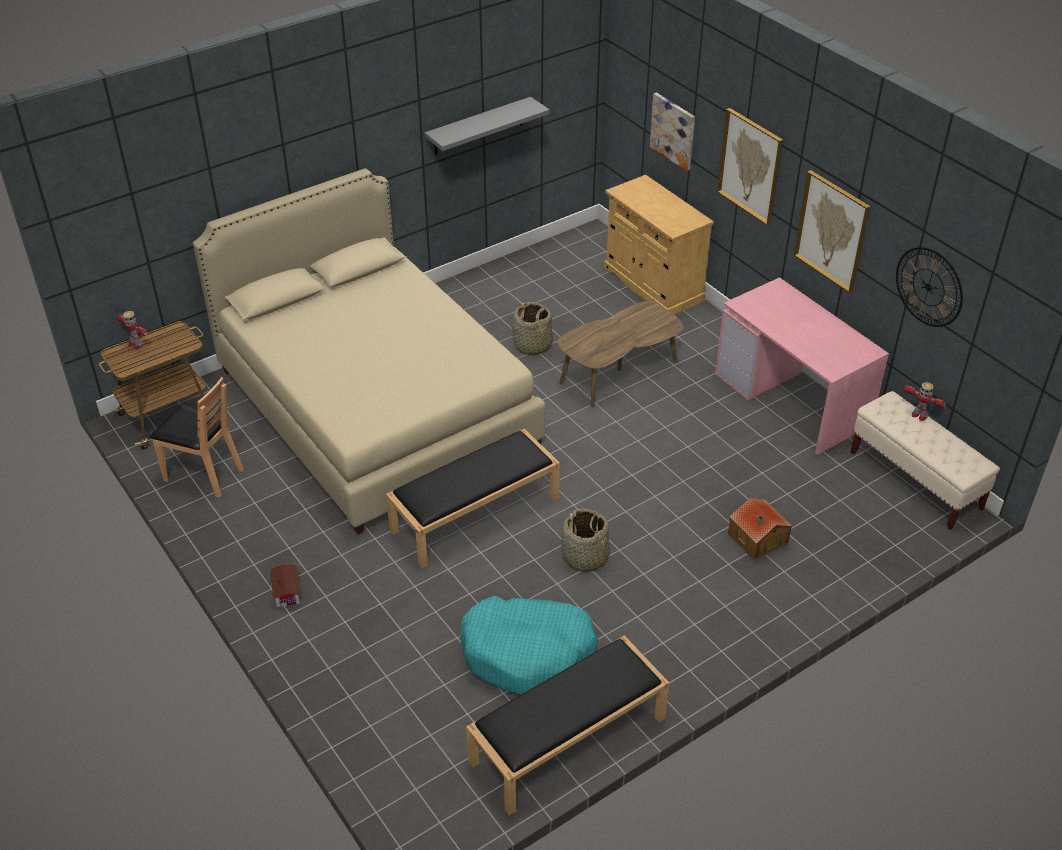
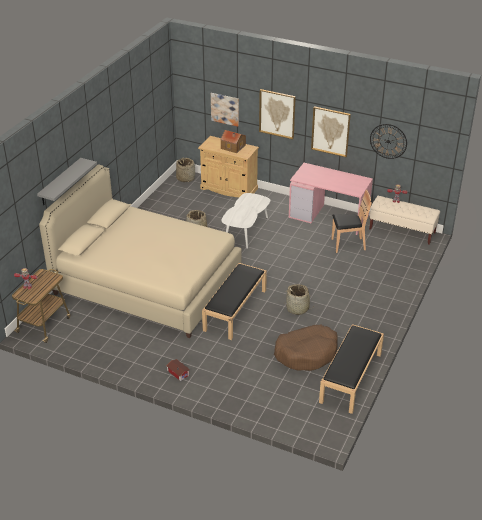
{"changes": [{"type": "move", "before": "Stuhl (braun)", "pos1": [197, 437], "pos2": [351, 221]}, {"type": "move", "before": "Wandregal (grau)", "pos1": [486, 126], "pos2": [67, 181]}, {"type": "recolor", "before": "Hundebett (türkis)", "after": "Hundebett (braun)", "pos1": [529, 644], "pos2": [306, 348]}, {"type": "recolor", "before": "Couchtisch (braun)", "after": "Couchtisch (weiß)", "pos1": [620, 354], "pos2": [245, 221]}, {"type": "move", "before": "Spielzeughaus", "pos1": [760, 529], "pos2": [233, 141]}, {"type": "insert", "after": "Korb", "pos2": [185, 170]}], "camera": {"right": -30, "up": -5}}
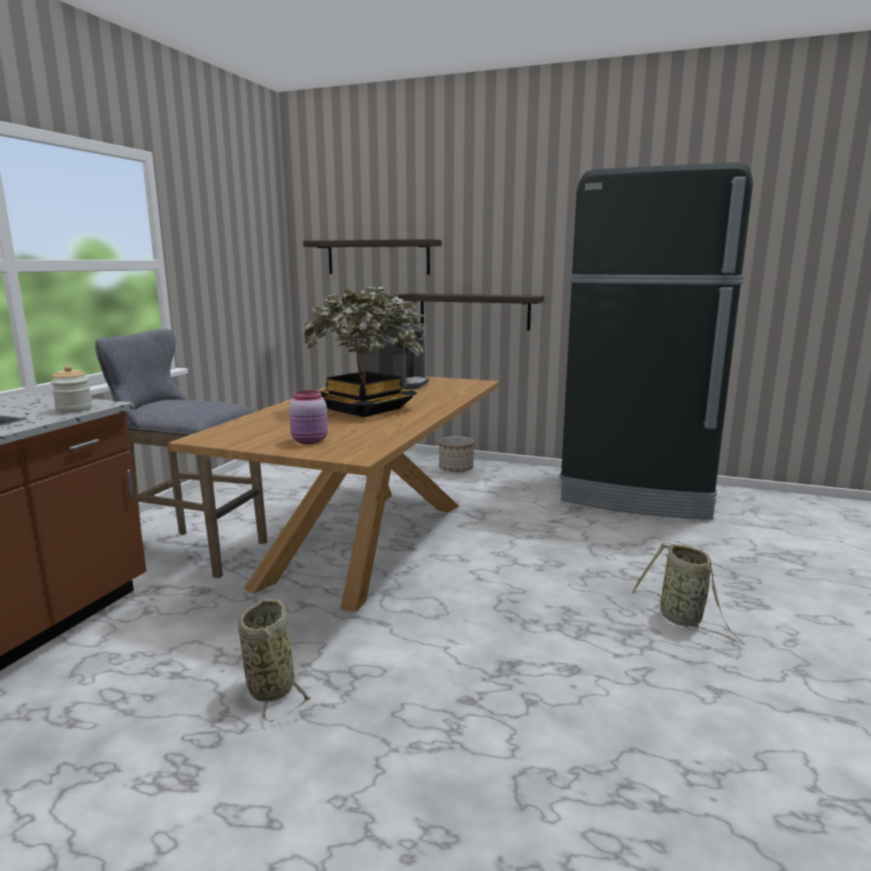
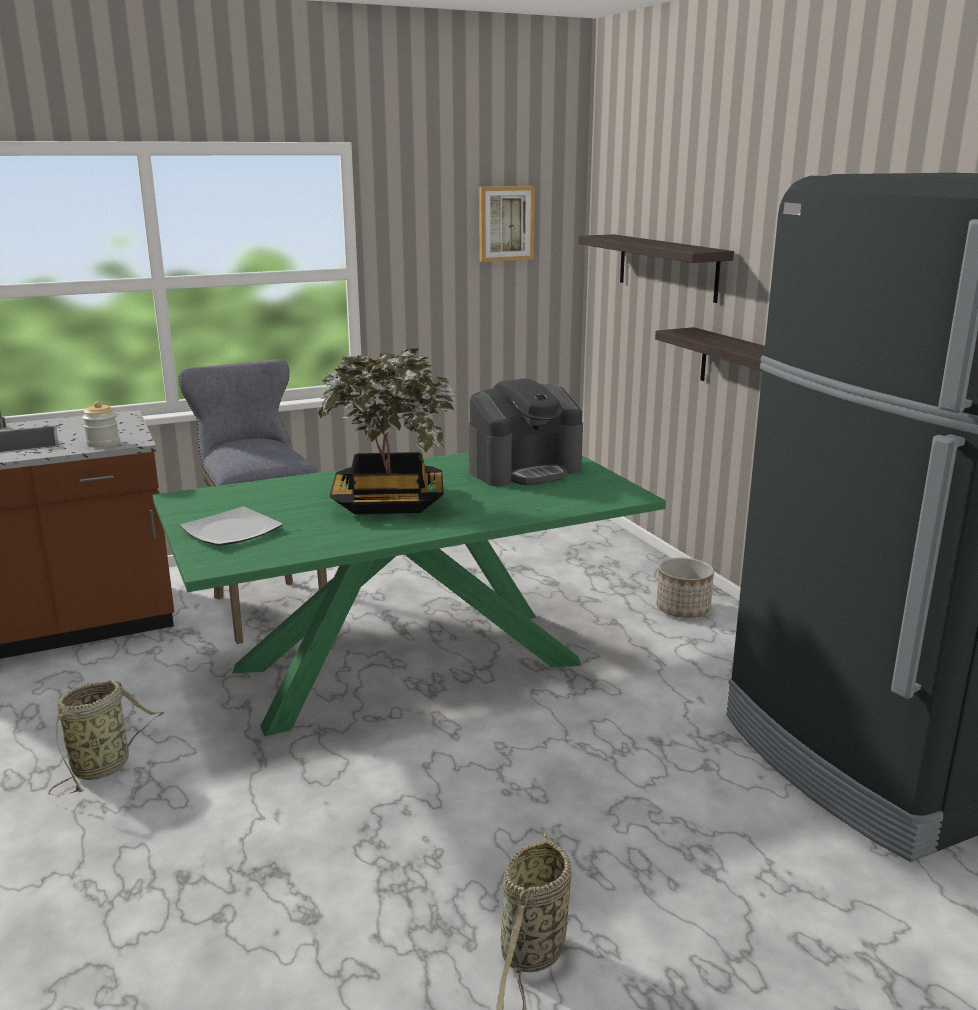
{"changes": [{"type": "recolor", "before": "Esstisch (braun)", "after": "Esstisch (grün)", "pos1": [333, 494], "pos2": [409, 594]}, {"type": "replace", "before": "Vorratsglas (rosa)", "after": "Teller", "pos1": [308, 417], "pos2": [231, 526]}, {"type": "insert", "after": "Bild", "pos2": [507, 224]}], "camera": {"right": 45, "up": 5}}
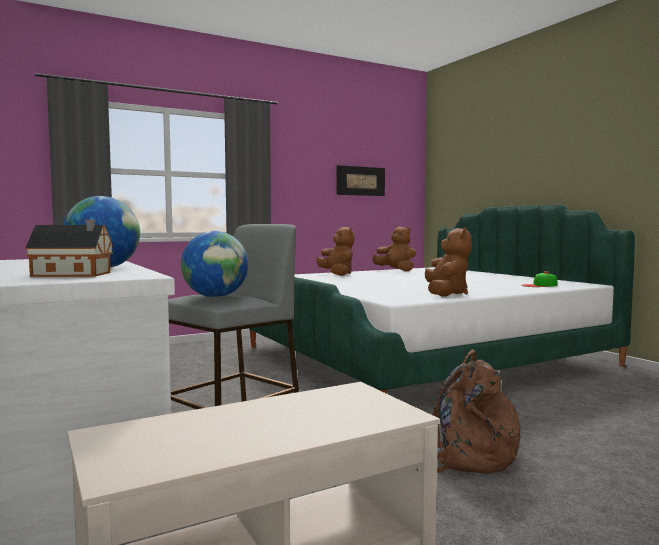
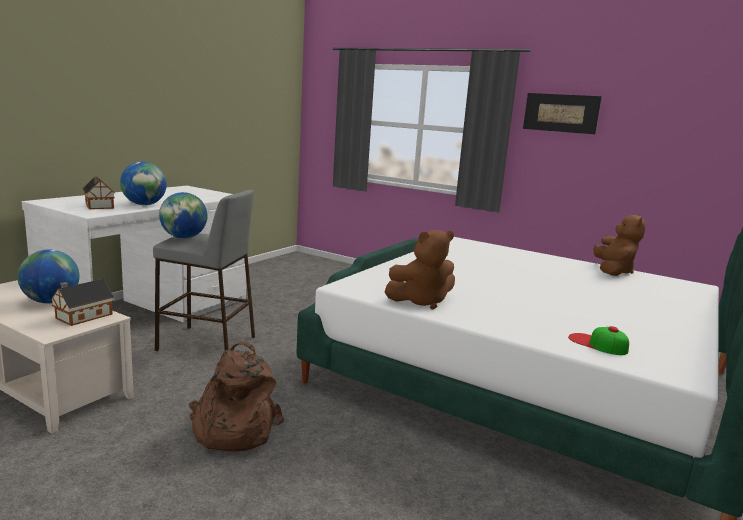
{"changes": [{"type": "delete", "before": "Plüschtier (braun)", "pos1": [335, 251]}, {"type": "move", "before": "Bild", "pos1": [360, 180], "pos2": [562, 113]}, {"type": "insert", "after": "Globus", "pos2": [49, 276]}, {"type": "insert", "after": "Spielzeughaus", "pos2": [82, 302]}], "camera": {"right": 60, "up": 10}}
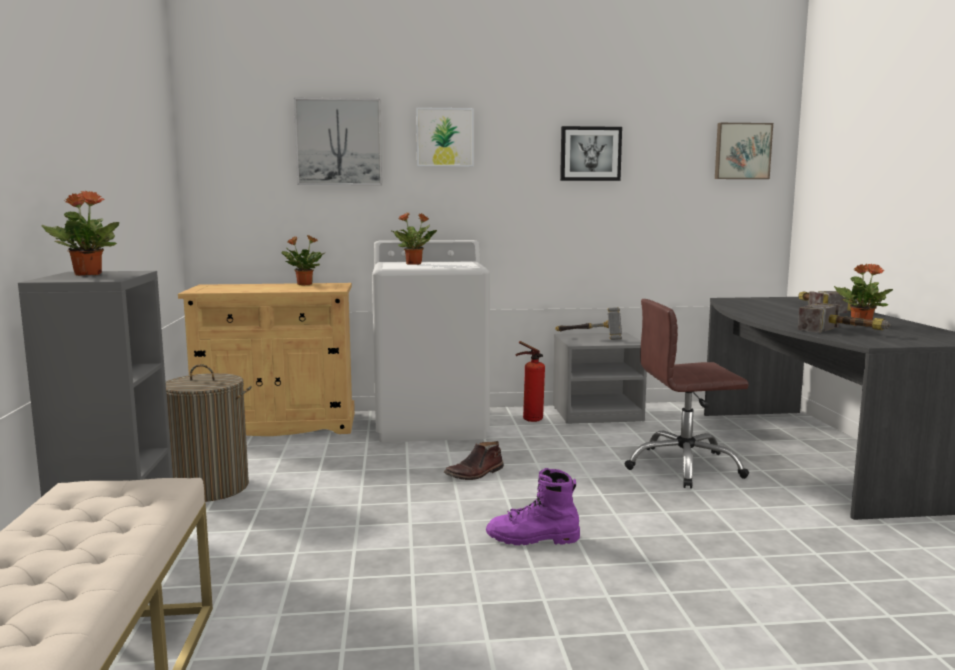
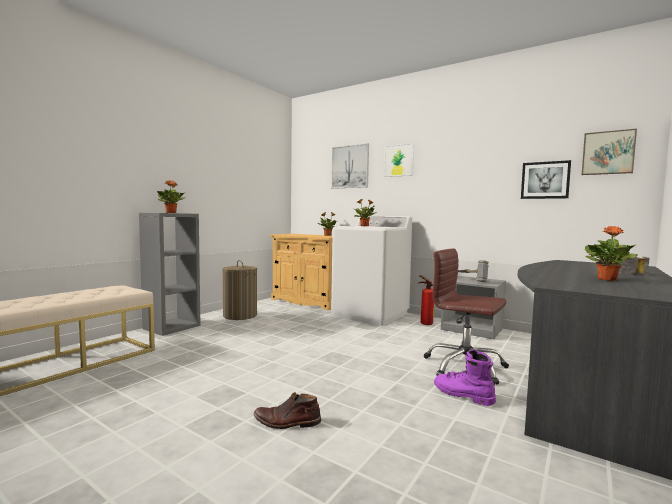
{"changes": [{"type": "move", "before": "Stiefel (braun)", "pos1": [474, 460], "pos2": [287, 410]}, {"type": "move", "before": "Stiefel (lila)", "pos1": [533, 506], "pos2": [465, 377]}, {"type": "move", "before": "Bild", "pos1": [591, 153], "pos2": [546, 179]}, {"type": "delete", "before": "Hammer", "pos1": [844, 318]}], "camera": {"right": 40, "up": -5}}
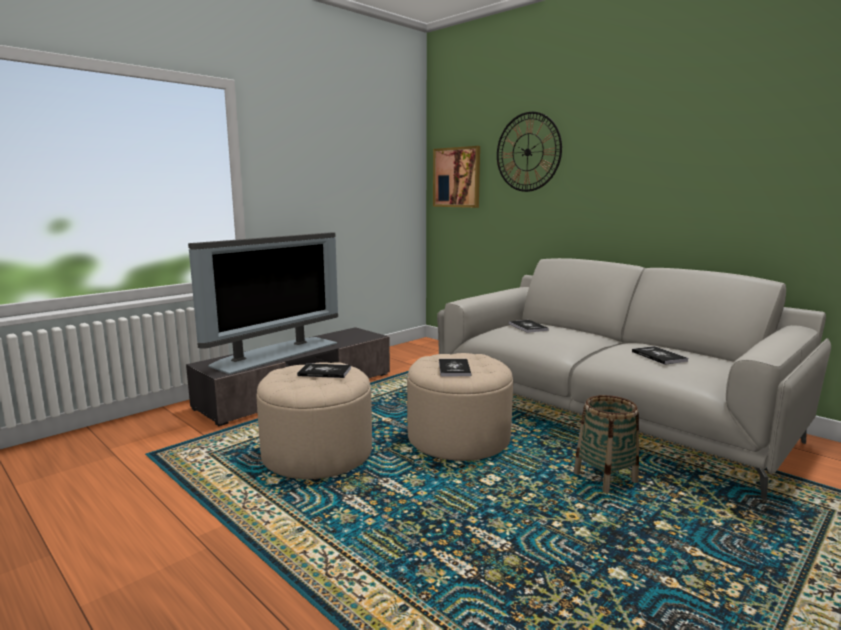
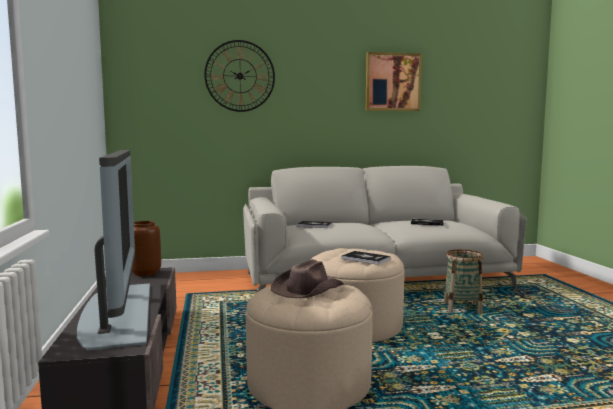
{"changes": [{"type": "replace", "before": "Buch", "after": "Hut (braun)", "pos1": [324, 370], "pos2": [307, 278]}, {"type": "move", "before": "Bild", "pos1": [456, 177], "pos2": [394, 81]}, {"type": "insert", "after": "Vase (braun)", "pos2": [146, 248]}], "camera": {"right": -55, "up": -5}}
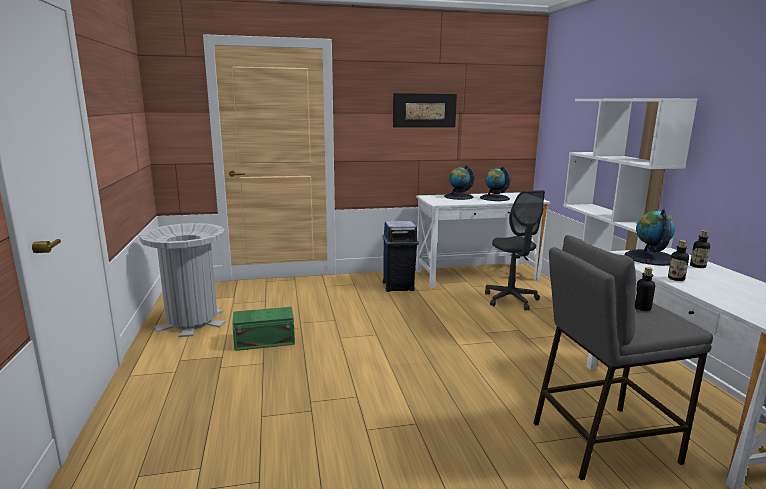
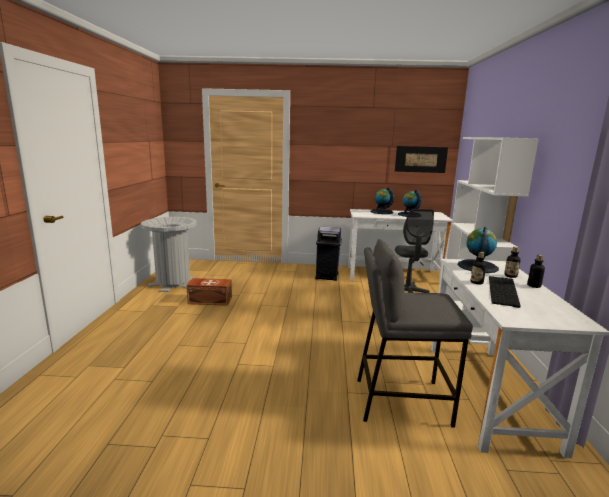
{"changes": [{"type": "recolor", "before": "Aufbewahrungsbox (grün)", "after": "Aufbewahrungsbox (braun)", "pos1": [263, 329], "pos2": [209, 292]}, {"type": "move", "before": "Bild", "pos1": [425, 110], "pos2": [421, 159]}, {"type": "move", "before": "Flasche", "pos1": [645, 289], "pos2": [536, 271]}, {"type": "insert", "after": "Tastatur", "pos2": [505, 292]}], "camera": {"right": 15, "up": 0}}
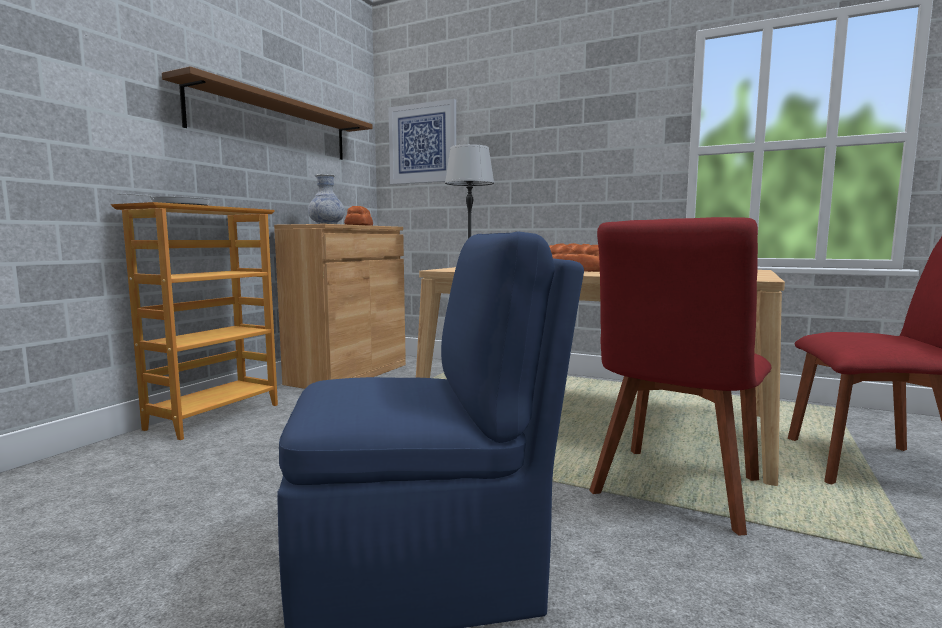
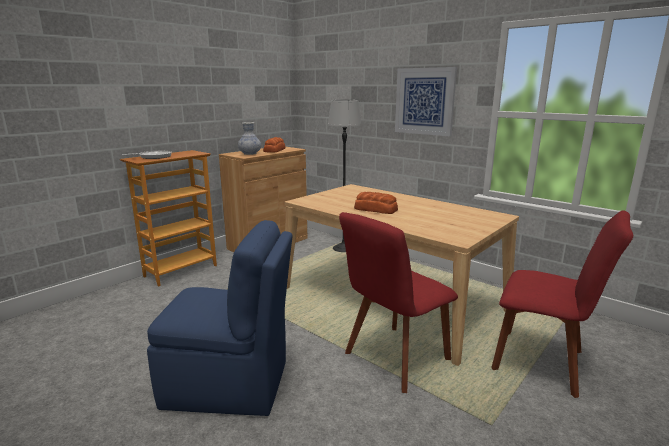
{"changes": [{"type": "delete", "before": "Wandregal (braun)", "pos1": [267, 113]}, {"type": "move", "before": "Bild", "pos1": [422, 141], "pos2": [426, 101]}], "camera": {"right": 15, "up": 10}}
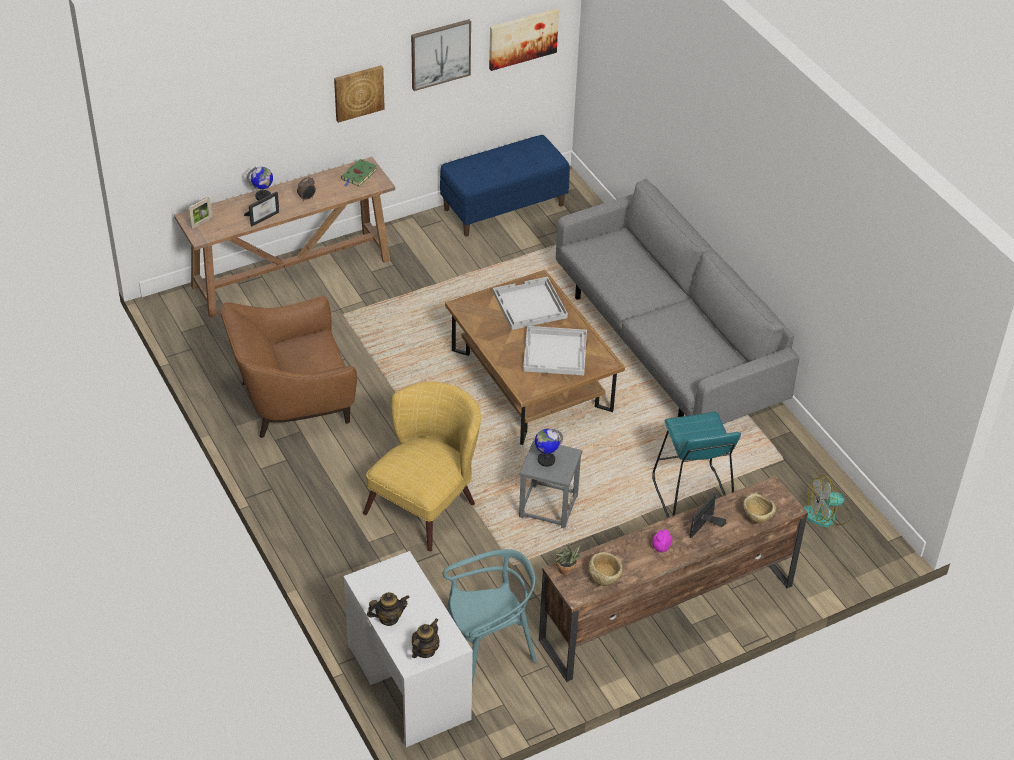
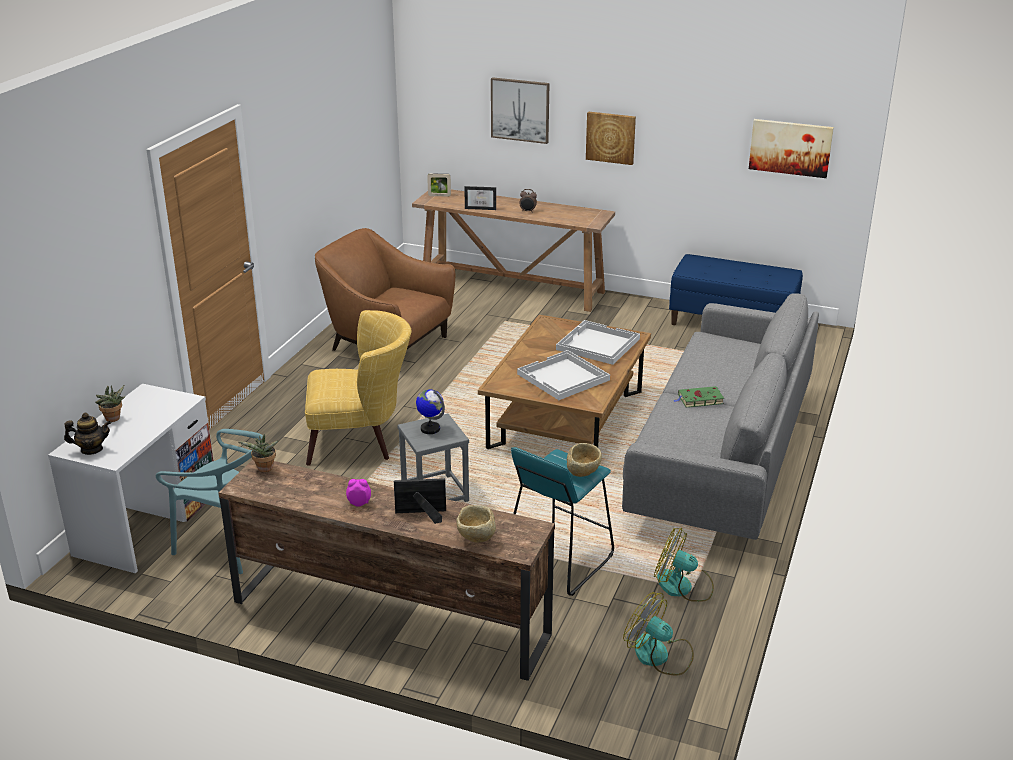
{"changes": [{"type": "delete", "before": "Globus", "pos1": [260, 184]}, {"type": "move", "before": "Buch (grün)", "pos1": [359, 172], "pos2": [698, 396]}, {"type": "replace", "before": "Teekanne", "after": "Topfpflanze", "pos1": [388, 609], "pos2": [110, 403]}, {"type": "move", "before": "Bild", "pos1": [441, 55], "pos2": [520, 110]}, {"type": "move", "before": "Schüssel (beige)", "pos1": [605, 569], "pos2": [584, 460]}, {"type": "insert", "after": "Ventilator", "pos2": [684, 564]}], "camera": {"right": 50, "up": -15}}
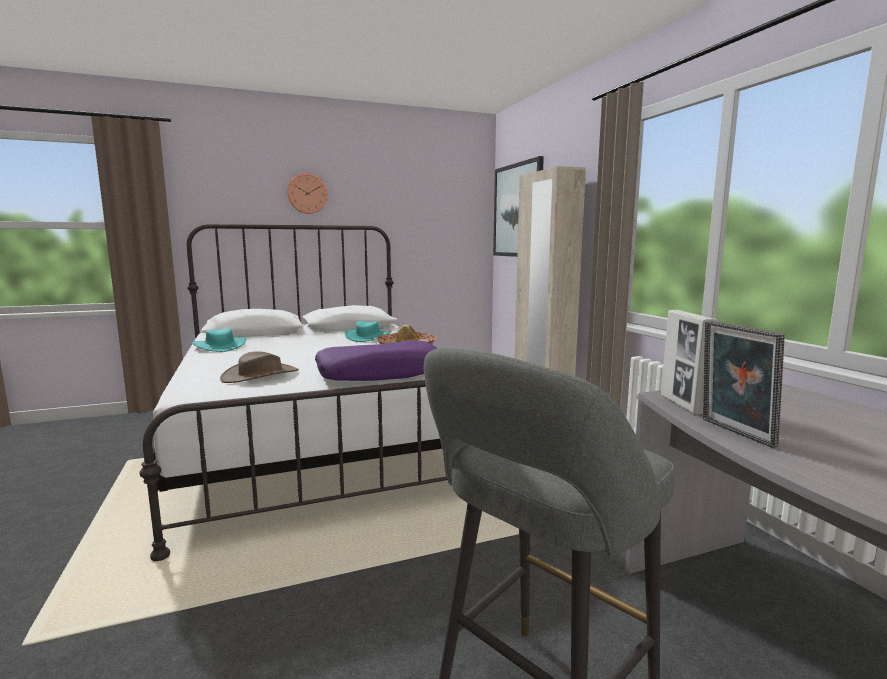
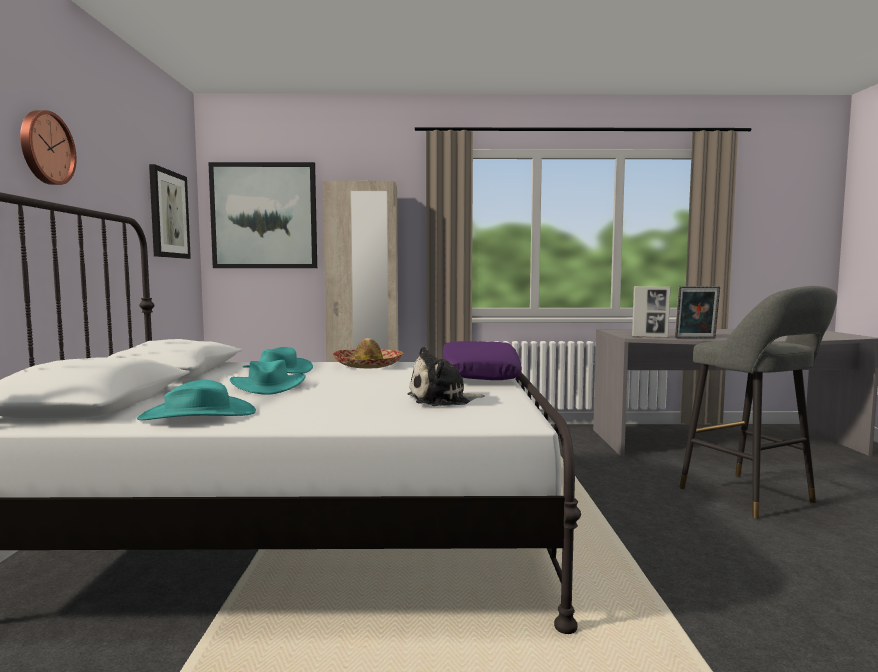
{"changes": [{"type": "replace", "before": "Hut (braun)", "after": "Plüschtier", "pos1": [259, 367], "pos2": [446, 376]}, {"type": "insert", "after": "Bild", "pos2": [170, 211]}, {"type": "insert", "after": "Hut (türkis)", "pos2": [268, 377]}], "camera": {"right": -70, "up": -5}}
